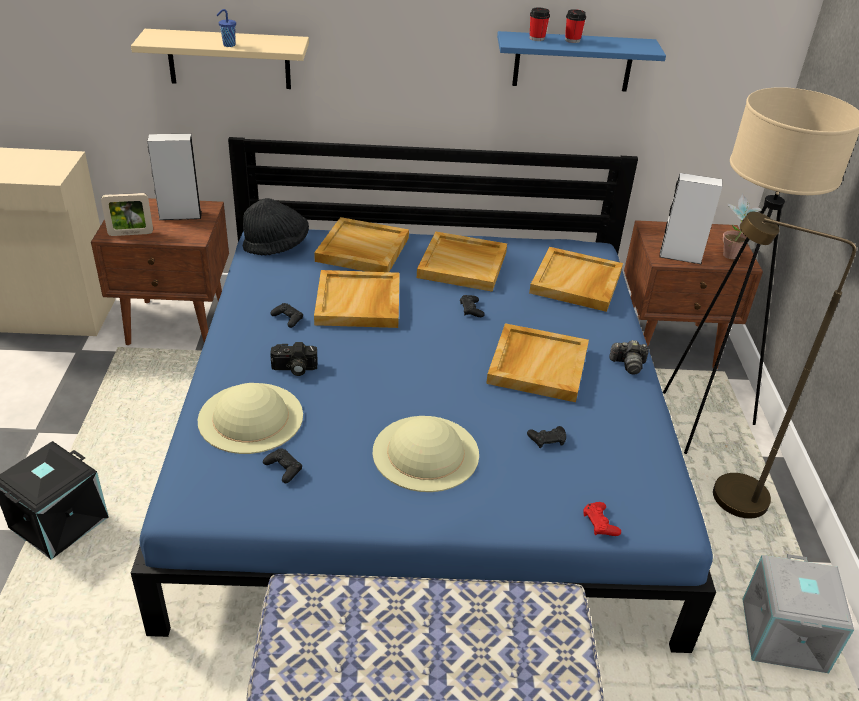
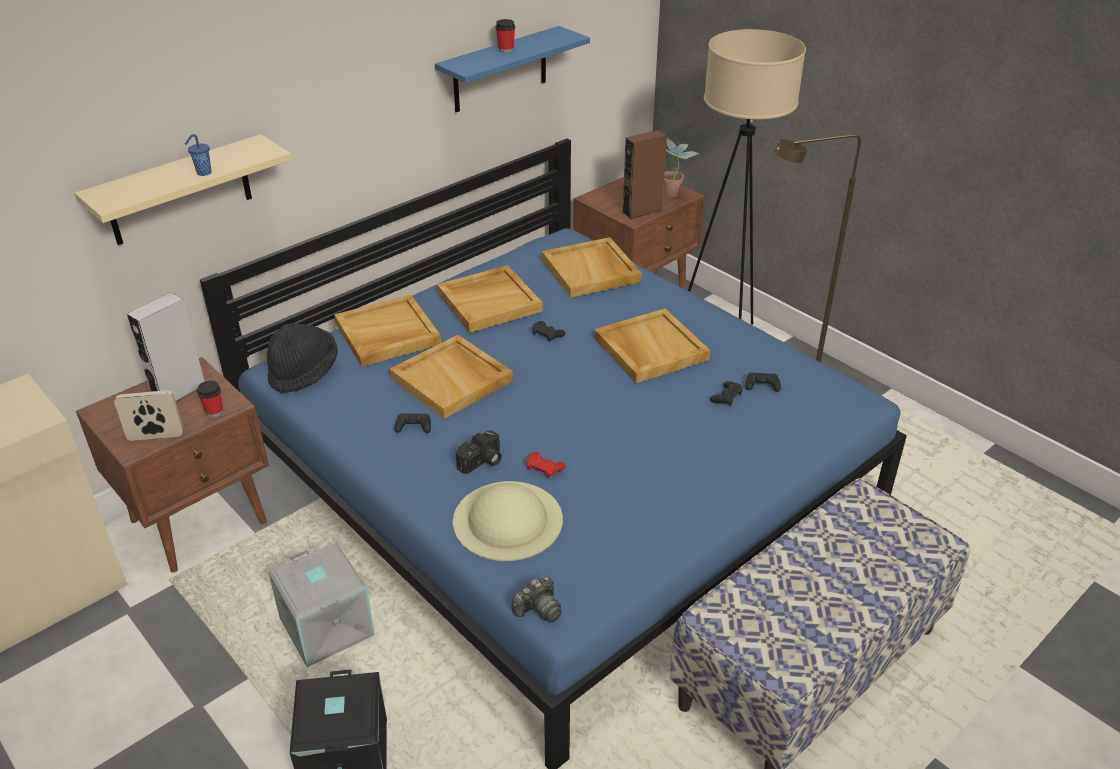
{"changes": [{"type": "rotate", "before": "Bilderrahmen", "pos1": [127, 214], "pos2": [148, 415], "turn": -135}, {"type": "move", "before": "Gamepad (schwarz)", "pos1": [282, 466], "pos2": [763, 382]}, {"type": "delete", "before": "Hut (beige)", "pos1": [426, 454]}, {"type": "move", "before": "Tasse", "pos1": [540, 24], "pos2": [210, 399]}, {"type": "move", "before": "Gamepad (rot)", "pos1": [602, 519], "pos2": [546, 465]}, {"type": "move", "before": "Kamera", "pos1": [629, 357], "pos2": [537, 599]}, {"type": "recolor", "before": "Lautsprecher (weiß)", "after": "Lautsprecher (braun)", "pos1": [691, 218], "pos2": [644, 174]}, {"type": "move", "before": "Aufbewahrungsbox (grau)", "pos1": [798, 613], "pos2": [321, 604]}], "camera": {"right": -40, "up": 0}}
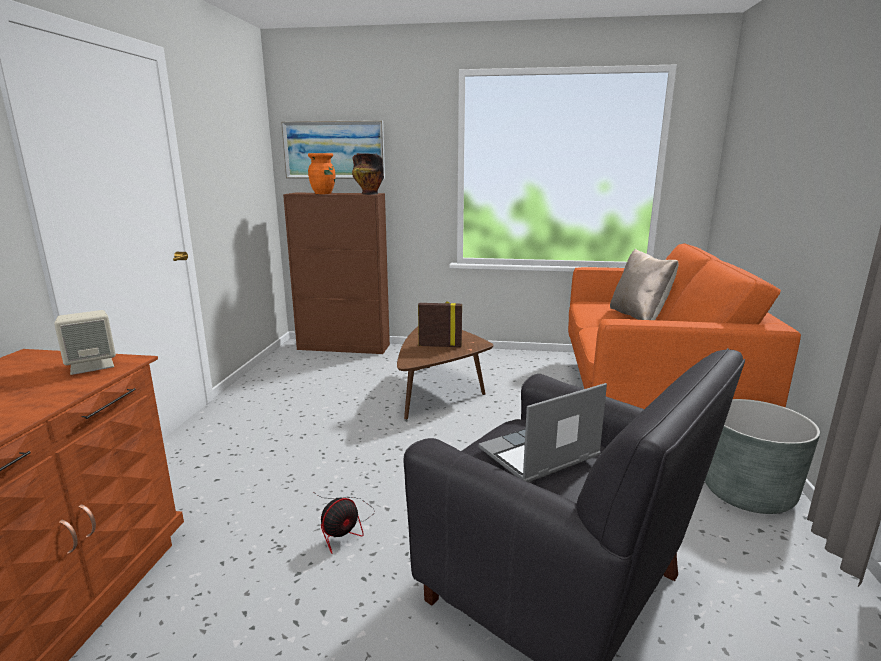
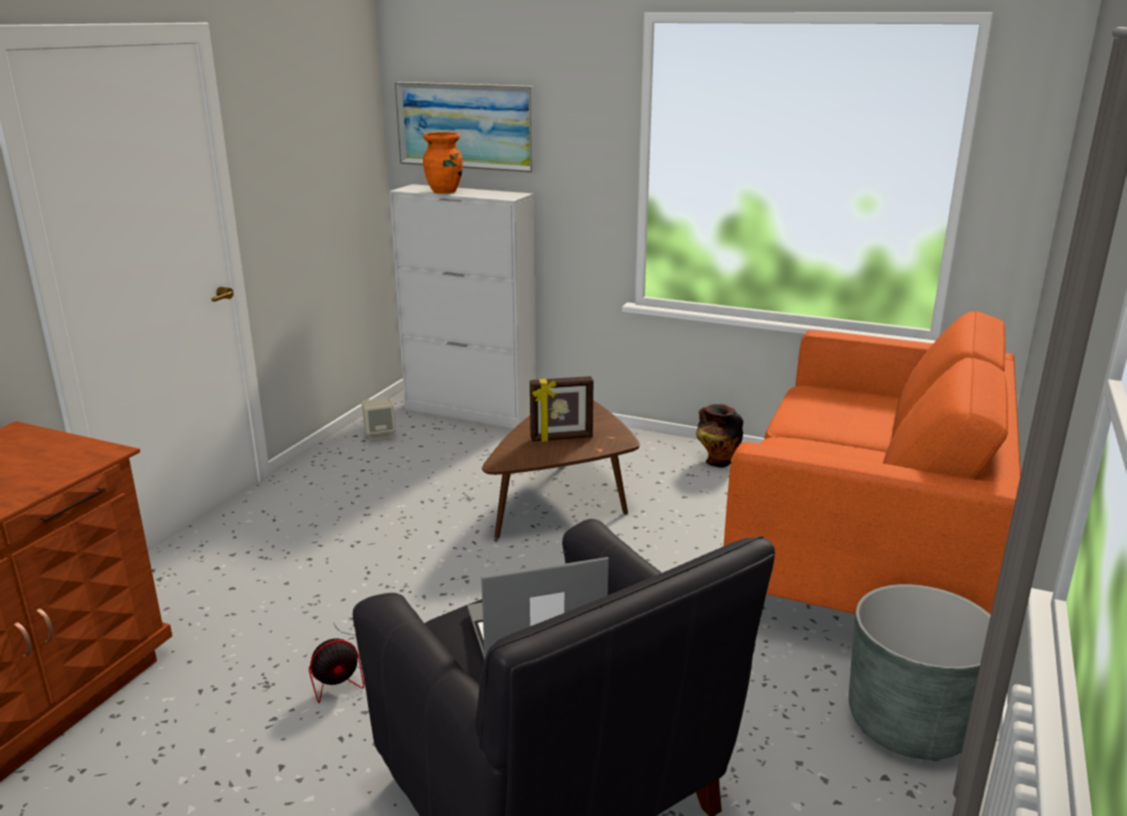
{"changes": [{"type": "move", "before": "Lautsprecher (beige)", "pos1": [85, 342], "pos2": [378, 419]}, {"type": "recolor", "before": "Schrank (braun)", "after": "Schrank (weiß)", "pos1": [336, 273], "pos2": [462, 306]}, {"type": "move", "before": "Vase", "pos1": [368, 174], "pos2": [719, 436]}, {"type": "rotate", "before": "Bilderrahmen", "pos1": [440, 324], "pos2": [561, 409], "turn": 150}, {"type": "delete", "before": "Kissen (beige)", "pos1": [644, 284]}], "camera": {"right": 15, "up": 5}}
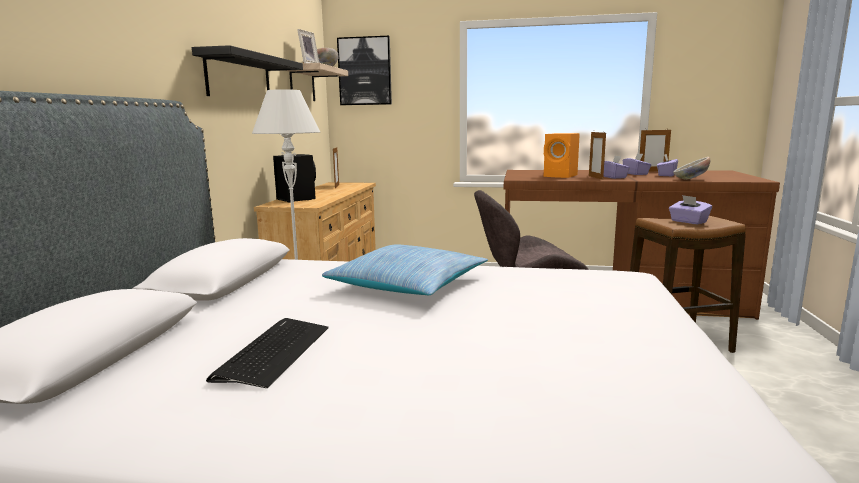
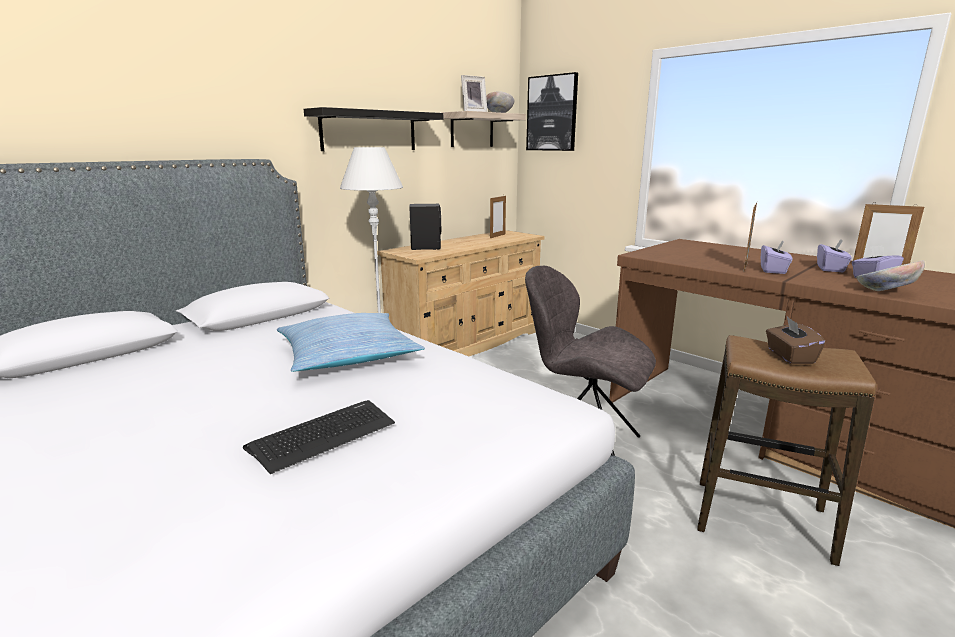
{"changes": [{"type": "move", "before": "Tastatur", "pos1": [267, 353], "pos2": [319, 437]}, {"type": "delete", "before": "Lautsprecher (orange)", "pos1": [562, 155]}, {"type": "recolor", "before": "Taschentuchbox (lila)", "after": "Taschentuchbox (braun)", "pos1": [690, 209], "pos2": [795, 340]}], "camera": {"right": 35, "up": 5}}
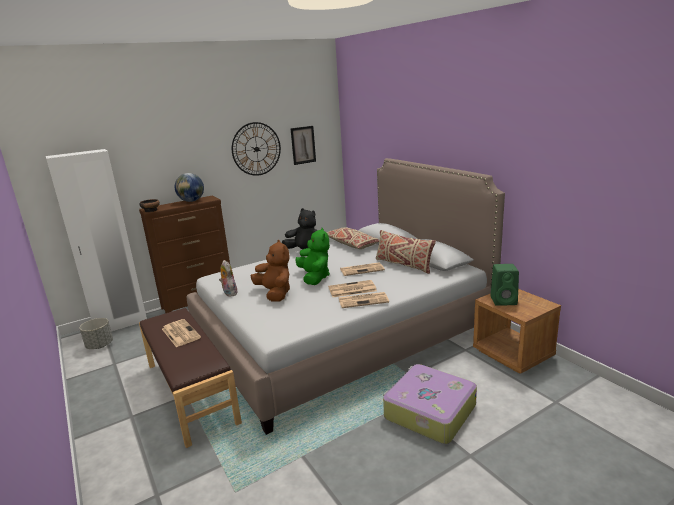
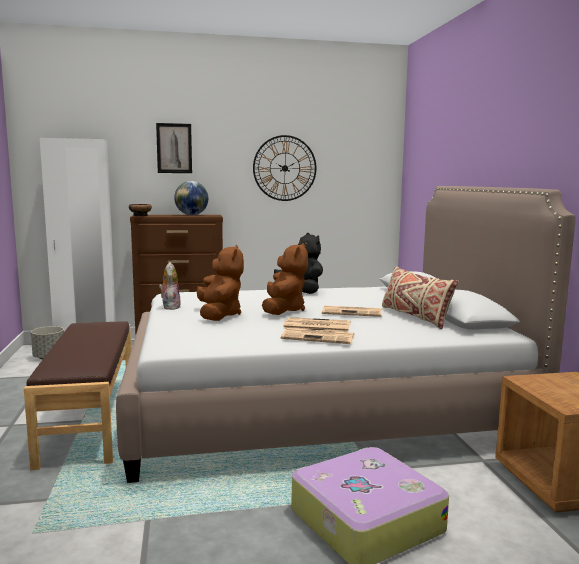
{"changes": [{"type": "delete", "before": "Zeitung", "pos1": [181, 333]}, {"type": "move", "before": "Bild", "pos1": [303, 145], "pos2": [174, 148]}, {"type": "recolor", "before": "Plüschtier (grün)", "after": "Plüschtier (braun)", "pos1": [313, 256], "pos2": [285, 279]}, {"type": "delete", "before": "Kissen (beige)", "pos1": [353, 238]}, {"type": "delete", "before": "Lautsprecher (grün)", "pos1": [504, 285]}], "camera": {"right": 20, "up": -10}}
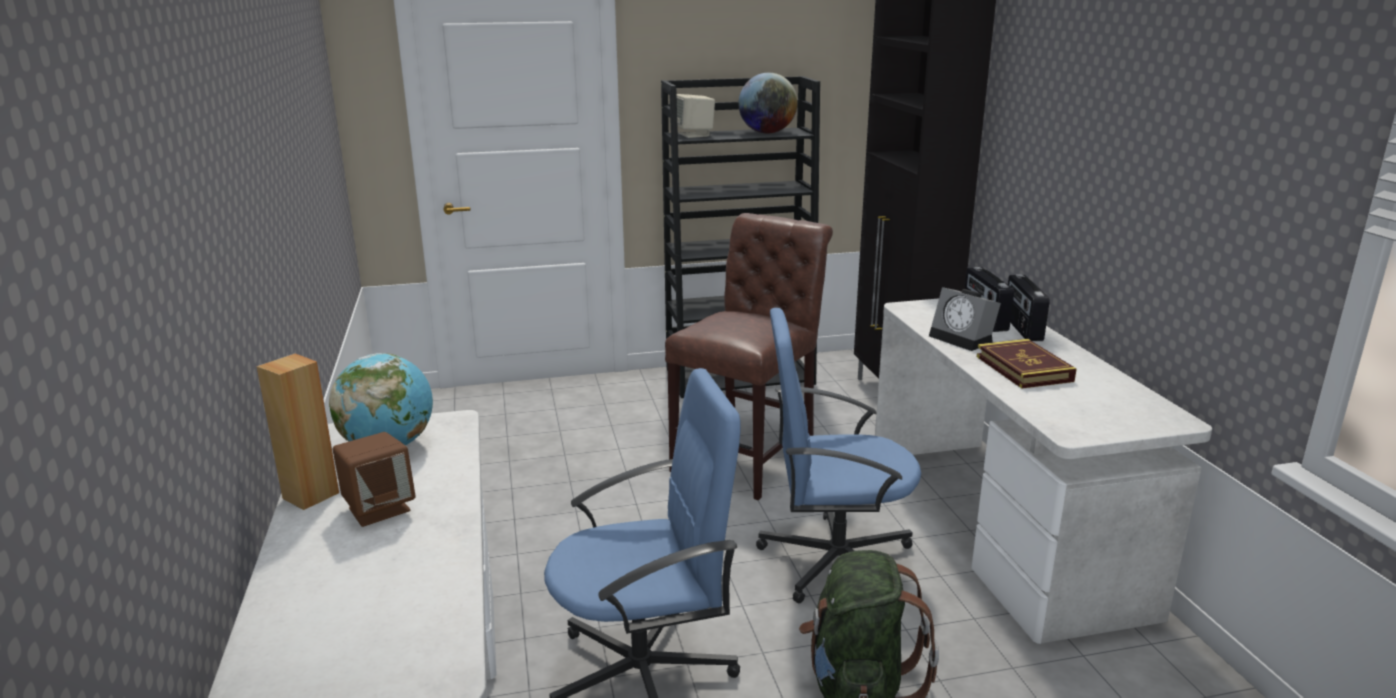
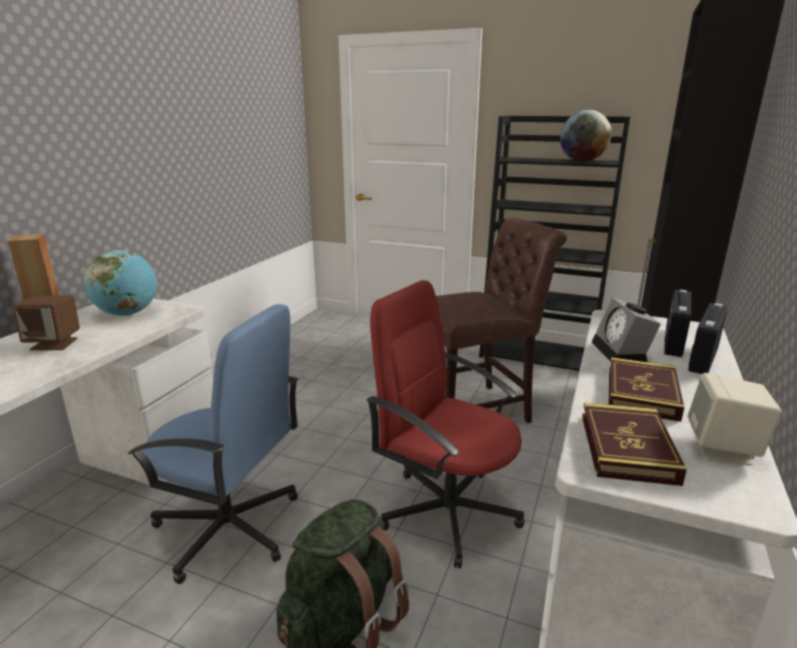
{"changes": [{"type": "move", "before": "Lautsprecher (beige)", "pos1": [696, 116], "pos2": [735, 419]}, {"type": "recolor", "before": "Bürostuhl (blau)", "after": "Bürostuhl (rot)", "pos1": [838, 456], "pos2": [446, 424]}, {"type": "insert", "after": "Buch", "pos2": [634, 444]}], "camera": {"right": 35, "up": 0}}
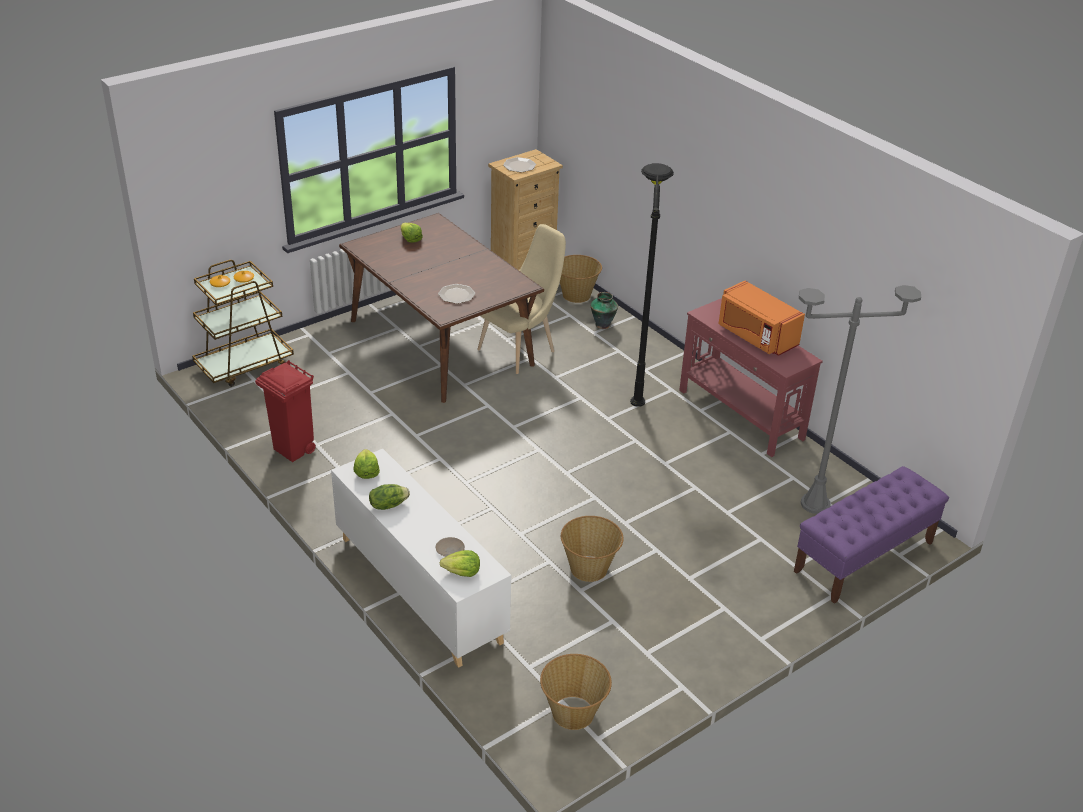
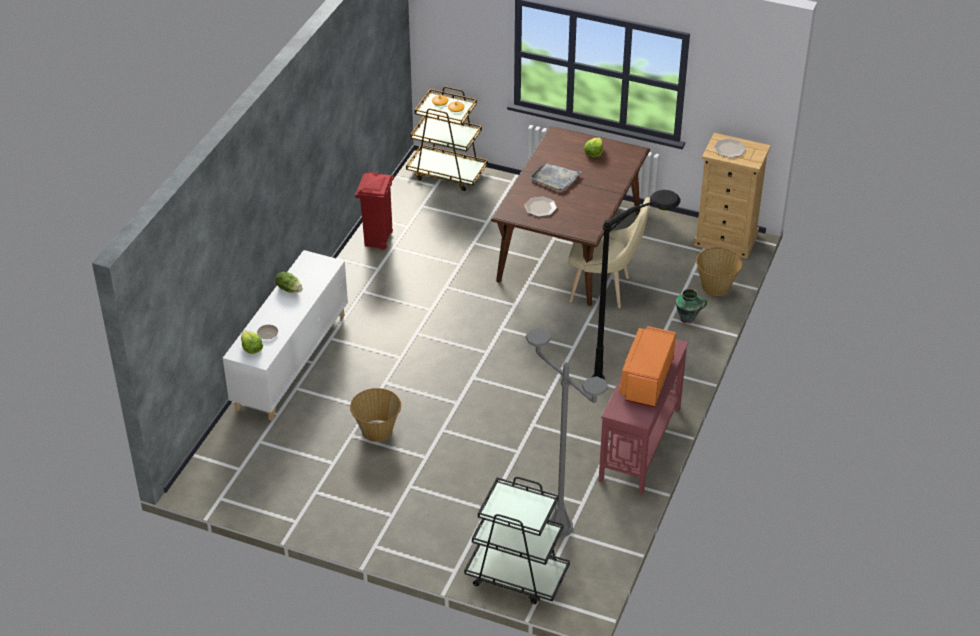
{"changes": [{"type": "delete", "before": "Salatkopf", "pos1": [366, 464]}, {"type": "delete", "before": "Korb", "pos1": [576, 692]}, {"type": "replace", "before": "Bank (lila)", "after": "Rollwagen (schwarz)", "pos1": [871, 535], "pos2": [517, 540]}, {"type": "insert", "after": "Tablett (grau)", "pos2": [555, 177]}], "camera": {"right": 60, "up": 5}}
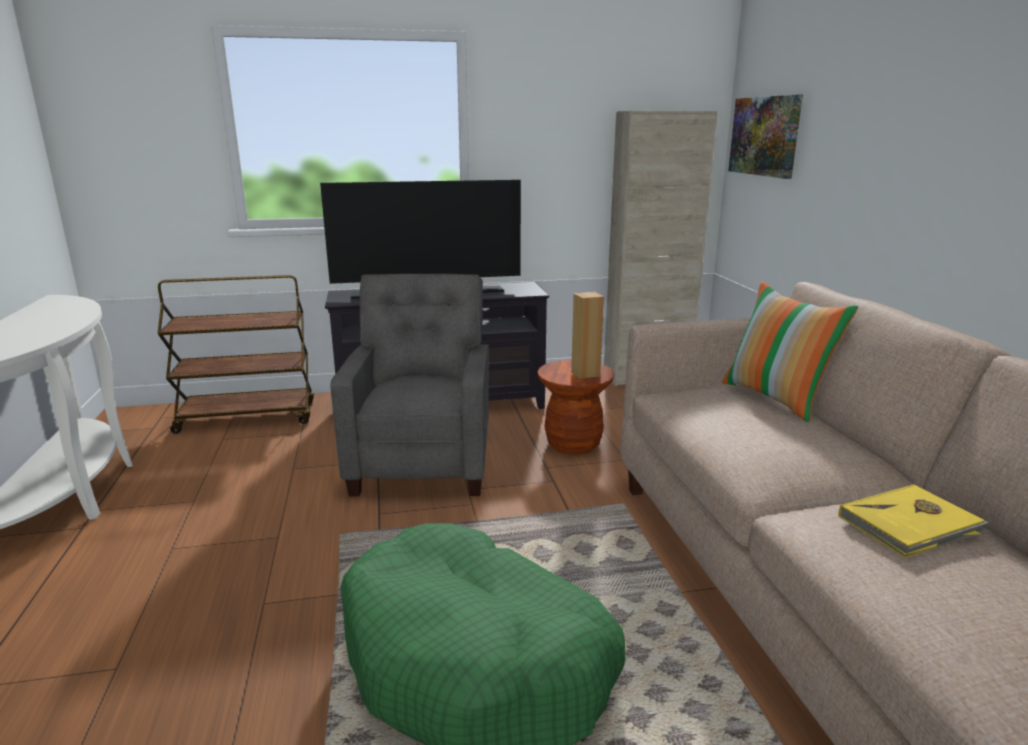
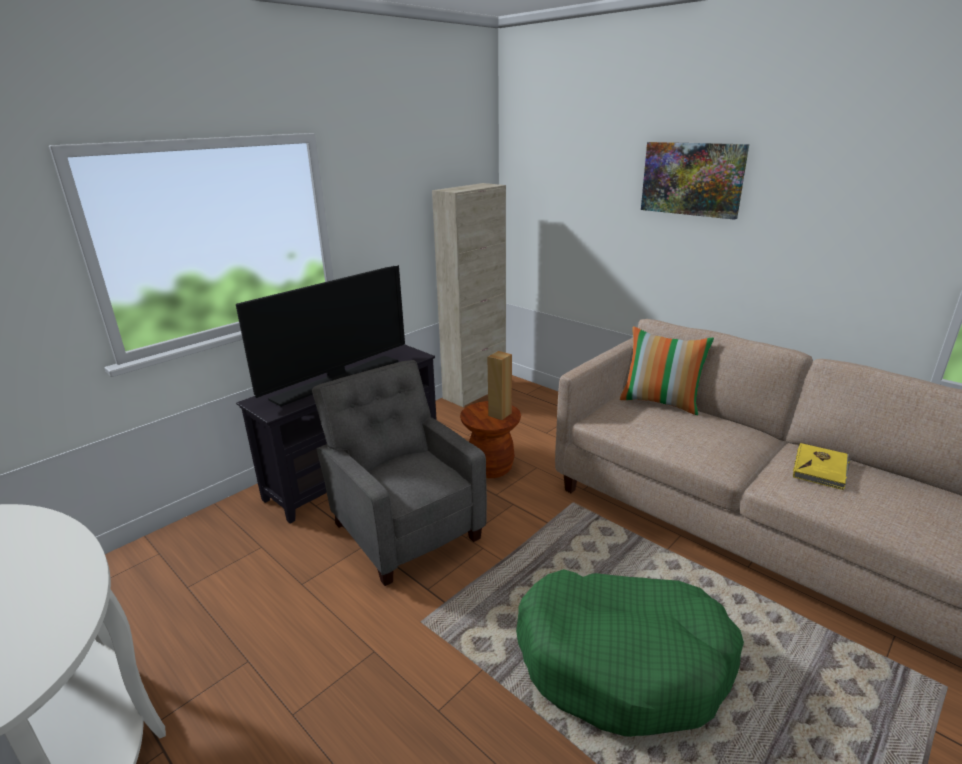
{"changes": [{"type": "delete", "before": "Rollwagen (braun)", "pos1": [235, 354]}, {"type": "move", "before": "Bild", "pos1": [765, 137], "pos2": [695, 181]}], "camera": {"right": -35, "up": 5}}
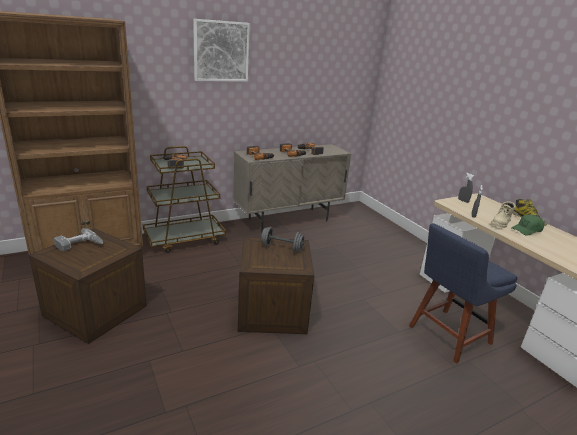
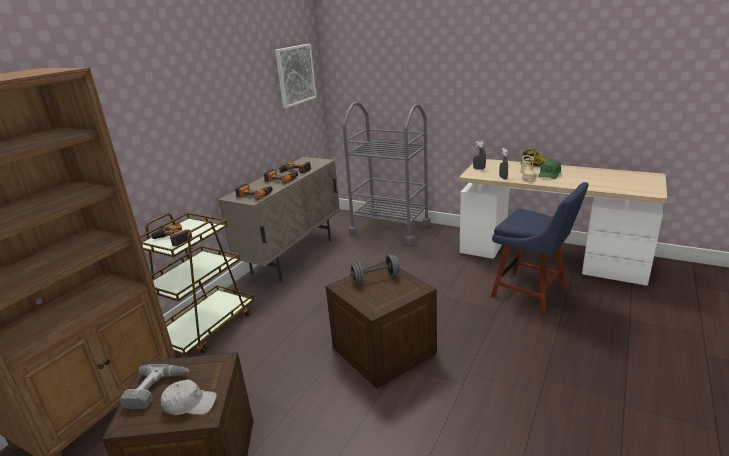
{"changes": [{"type": "move", "before": "Bild", "pos1": [221, 50], "pos2": [296, 76]}, {"type": "rotate", "before": "Stuhl (blau)", "pos1": [463, 293], "pos2": [540, 248], "turn": -75}, {"type": "insert", "after": "Kappe (weiß)", "pos2": [189, 397]}, {"type": "insert", "after": "Rollwagen (grau)", "pos2": [387, 173]}], "camera": {"right": -30, "up": 0}}
